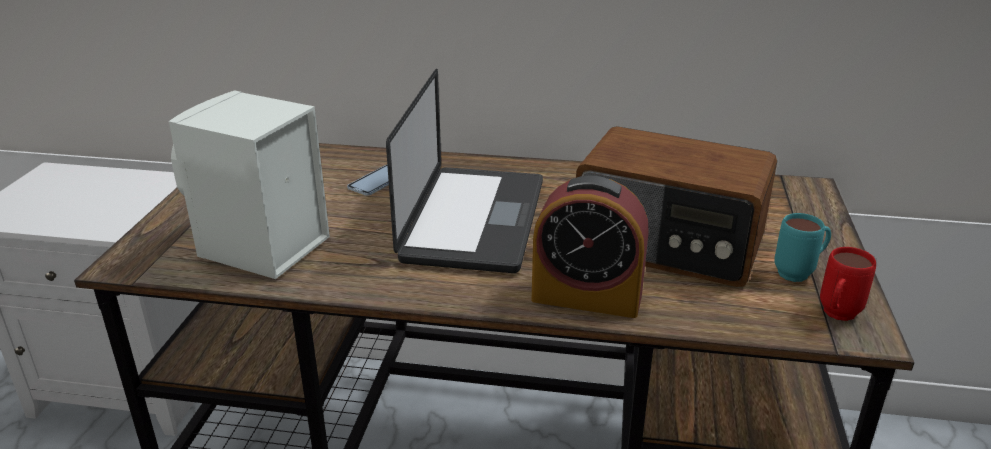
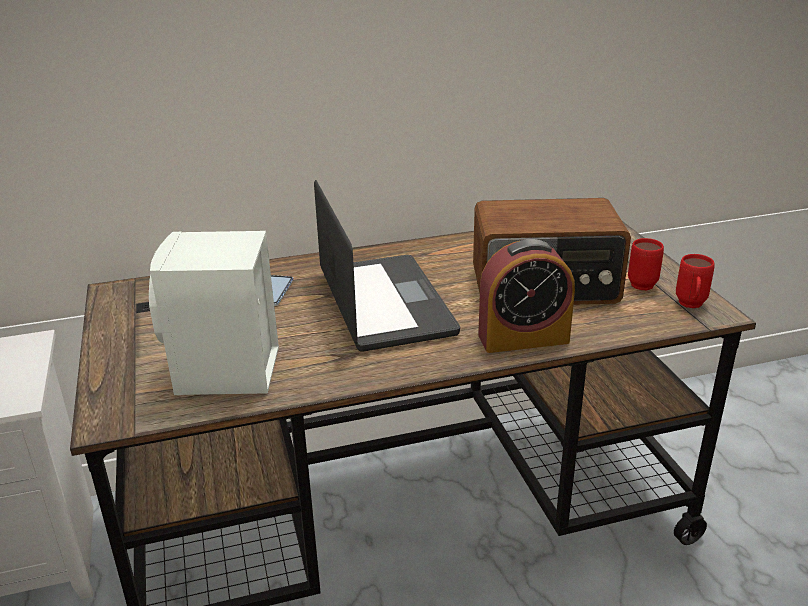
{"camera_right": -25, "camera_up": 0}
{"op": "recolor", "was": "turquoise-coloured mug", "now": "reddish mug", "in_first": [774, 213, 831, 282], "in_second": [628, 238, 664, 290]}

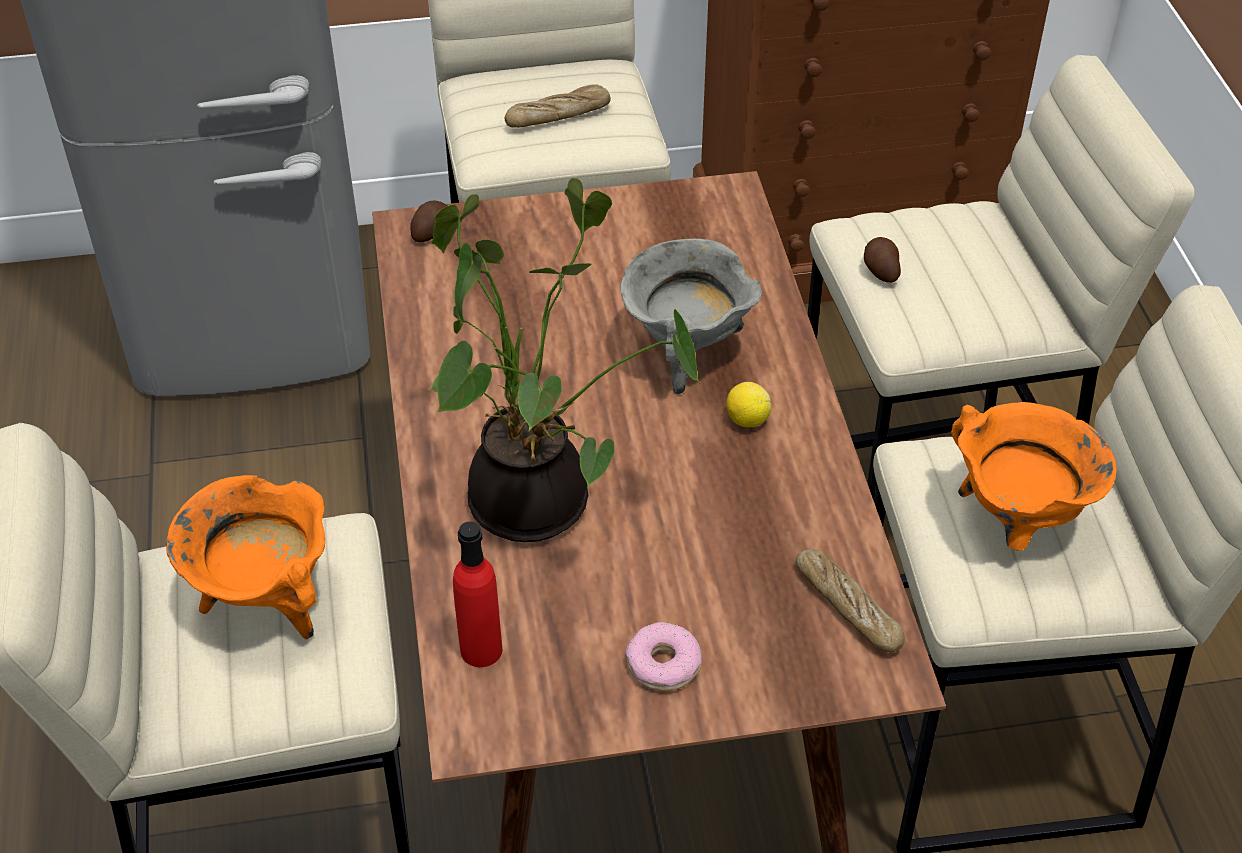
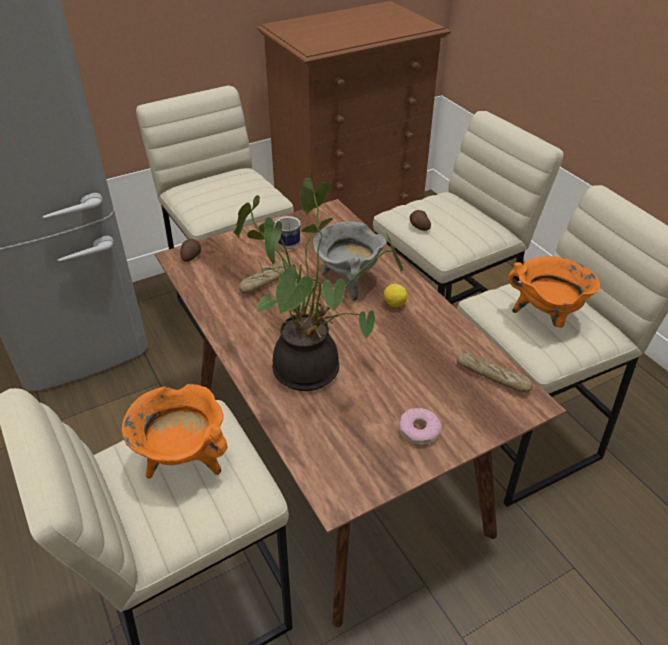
{"camera_right": -20, "camera_up": -5}
{"op": "move", "was": "baked bread", "in_first": [505, 84, 611, 128], "in_second": [239, 258, 294, 293]}
{"op": "delete", "was": "reddish beverage bottle", "in_first": [453, 522, 502, 667]}
{"op": "insert", "now": "mug", "in_second": [273, 216, 301, 249]}

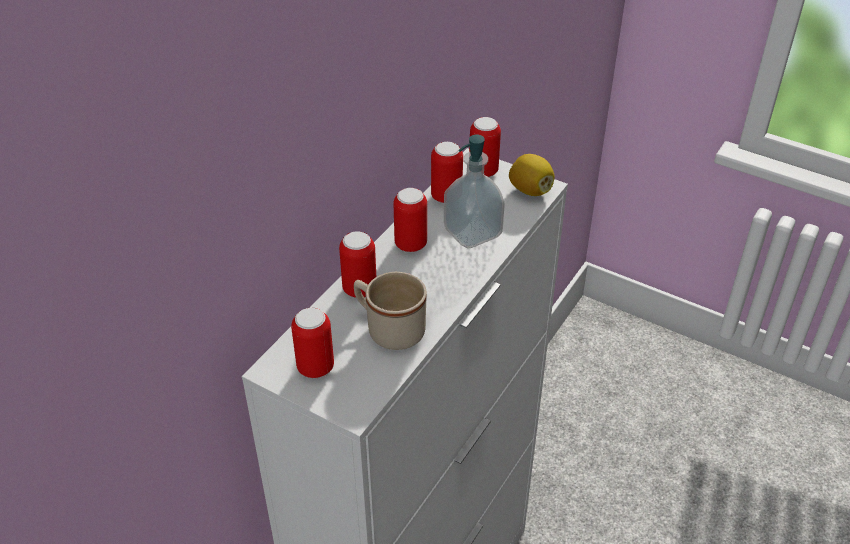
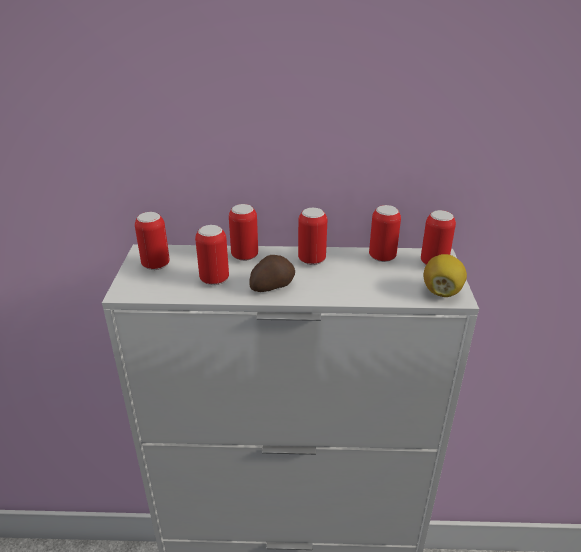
{"camera_right": 60, "camera_up": -10}
{"op": "delete", "was": "soap bottle", "in_first": [444, 135, 505, 249]}
{"op": "replace", "was": "sand-coloured mug", "now": "sealed can", "in_first": [354, 272, 427, 350], "in_second": [195, 225, 229, 285]}
{"op": "insert", "now": "potato", "in_second": [249, 255, 295, 292]}

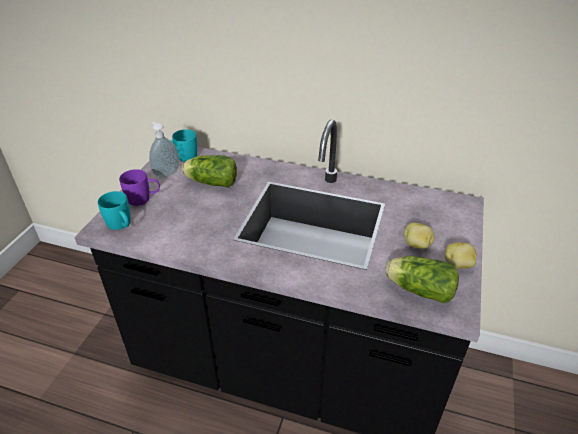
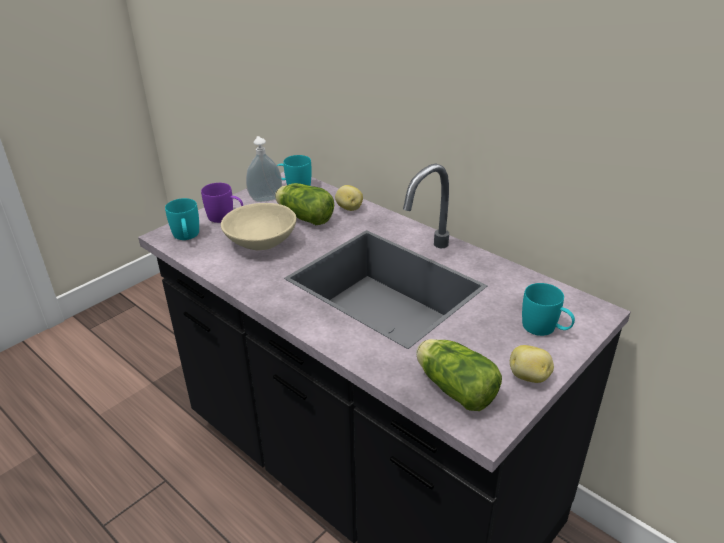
{"camera_right": 25, "camera_up": -5}
{"op": "move", "was": "potato", "in_first": [404, 223, 435, 249], "in_second": [335, 185, 363, 211]}
{"op": "insert", "now": "sand-coloured deep dish", "in_second": [221, 203, 297, 250]}
{"op": "insert", "now": "turquoise-coloured mug", "in_second": [522, 283, 575, 336]}

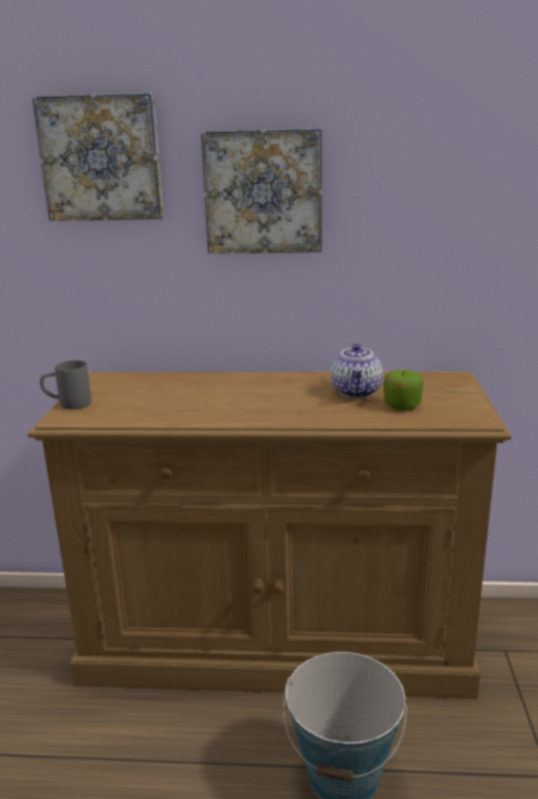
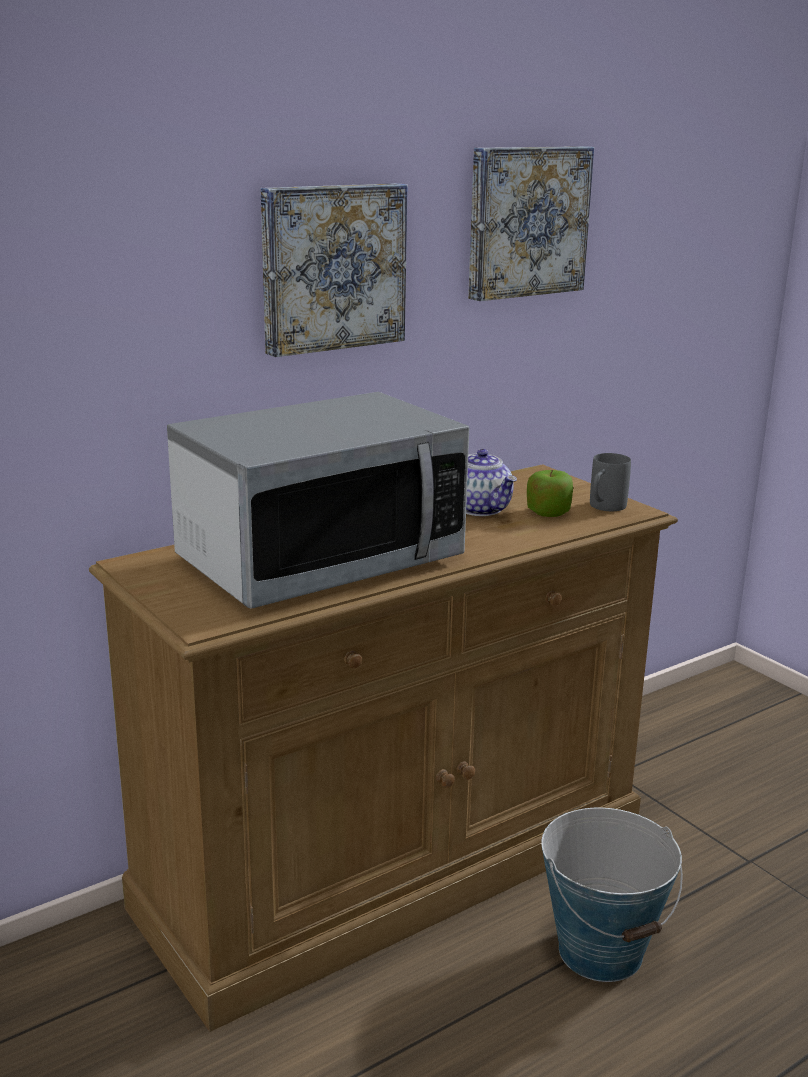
{"camera_right": -40, "camera_up": 0}
{"op": "move", "was": "wall picture", "in_first": [32, 92, 164, 221], "in_second": [468, 146, 594, 301]}
{"op": "move", "was": "grey mug", "in_first": [40, 360, 91, 409], "in_second": [590, 453, 631, 511]}
{"op": "insert", "now": "kitchen microwave", "in_second": [167, 392, 469, 609]}

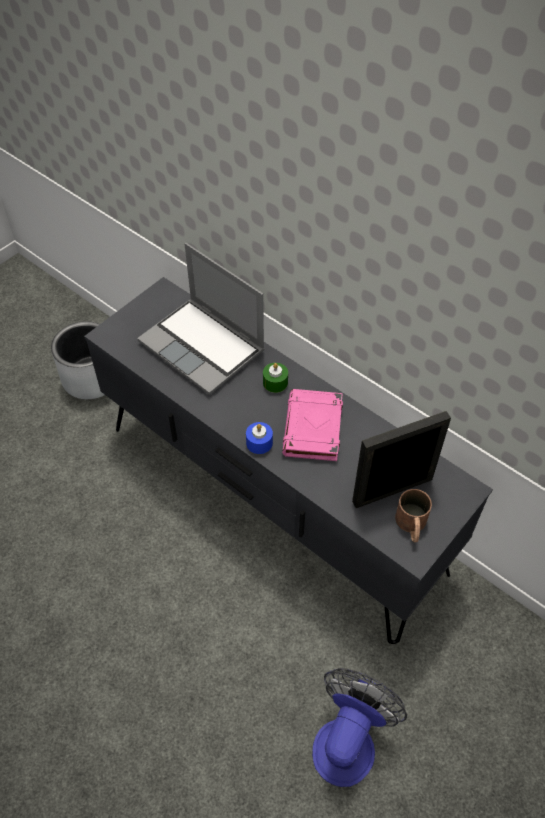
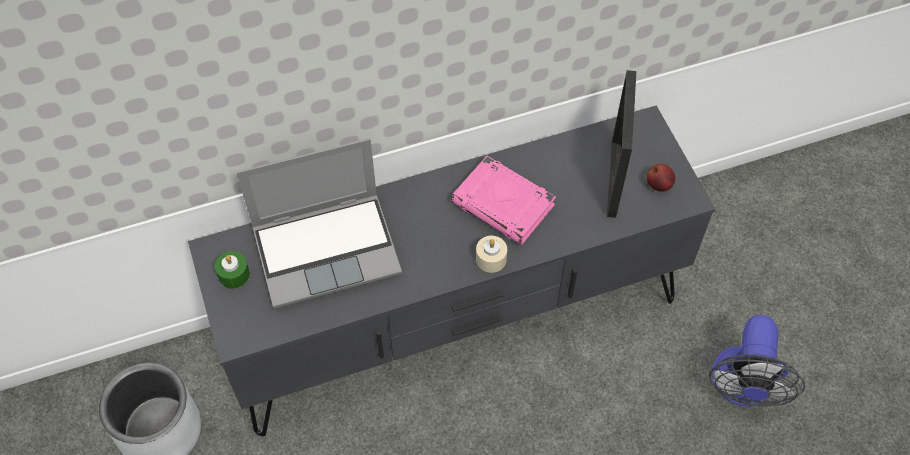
{"camera_right": -60, "camera_up": 5}
{"op": "move", "was": "green-coloured wax candle", "in_first": [263, 363, 288, 393], "in_second": [215, 251, 250, 289]}
{"op": "recolor", "was": "blue-coloured wax candle", "now": "sand-coloured wax candle", "in_first": [246, 422, 273, 454], "in_second": [476, 236, 507, 273]}
{"op": "replace", "was": "brown-coloured mug", "now": "apple fruit", "in_first": [395, 489, 432, 543], "in_second": [647, 164, 675, 192]}
{"op": "rotate", "was": "fan", "in_first": [312, 668, 407, 787], "in_second": [709, 315, 805, 407], "clockwise": -135}

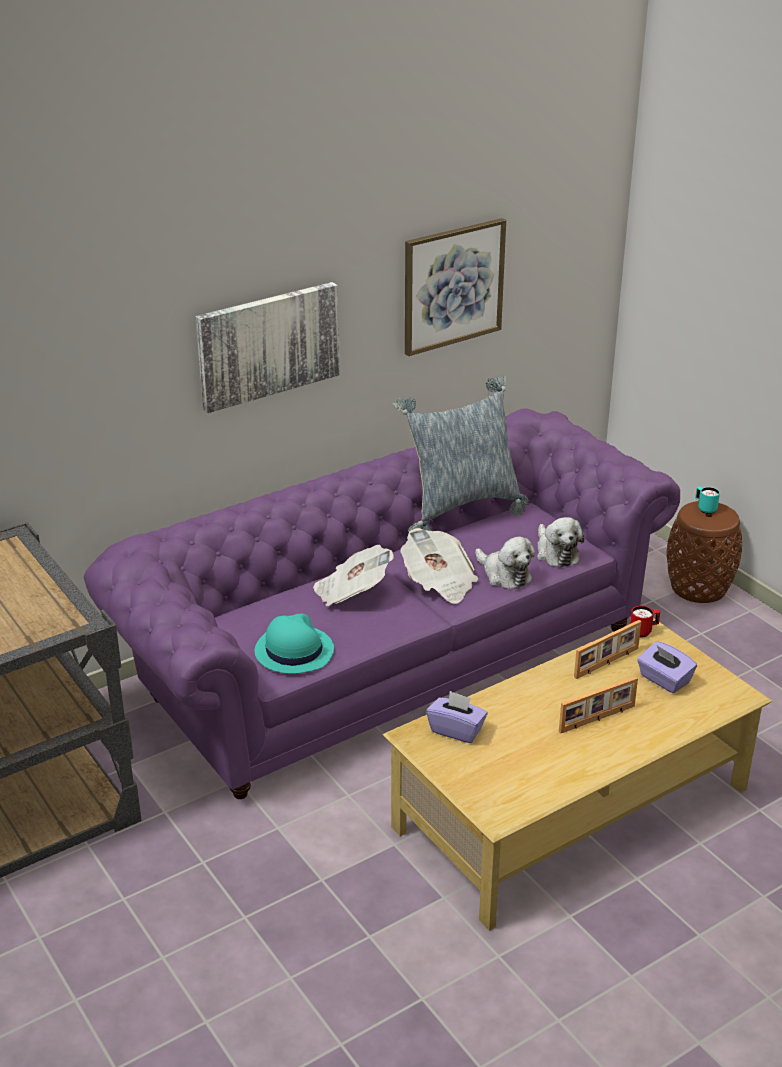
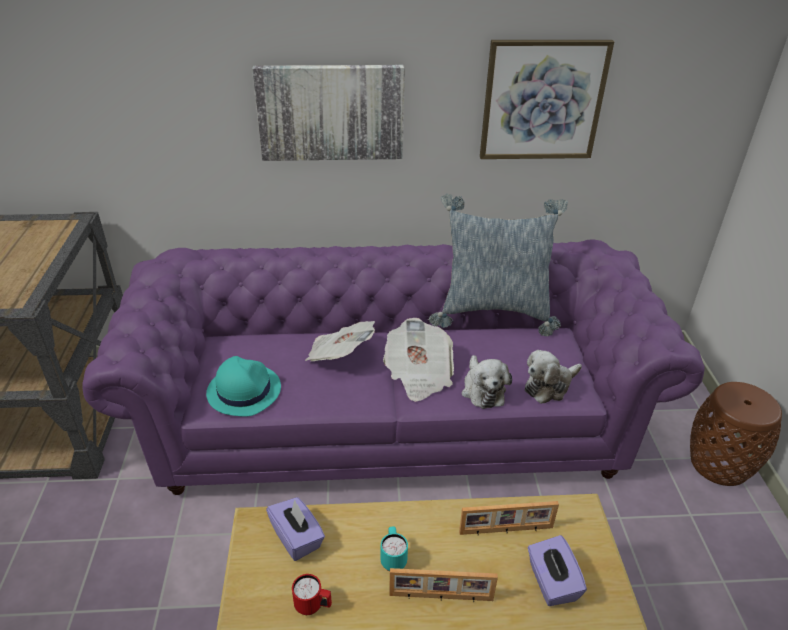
{"camera_right": 30, "camera_up": 5}
{"op": "move", "was": "turquoise-coloured mug", "in_first": [695, 486, 720, 514], "in_second": [381, 527, 408, 571]}
{"op": "rotate", "was": "plush toy", "in_first": [537, 517, 584, 568], "in_second": [525, 350, 582, 404], "clockwise": 45}
{"op": "move", "was": "reddish mug", "in_first": [630, 606, 660, 638], "in_second": [292, 574, 332, 615]}

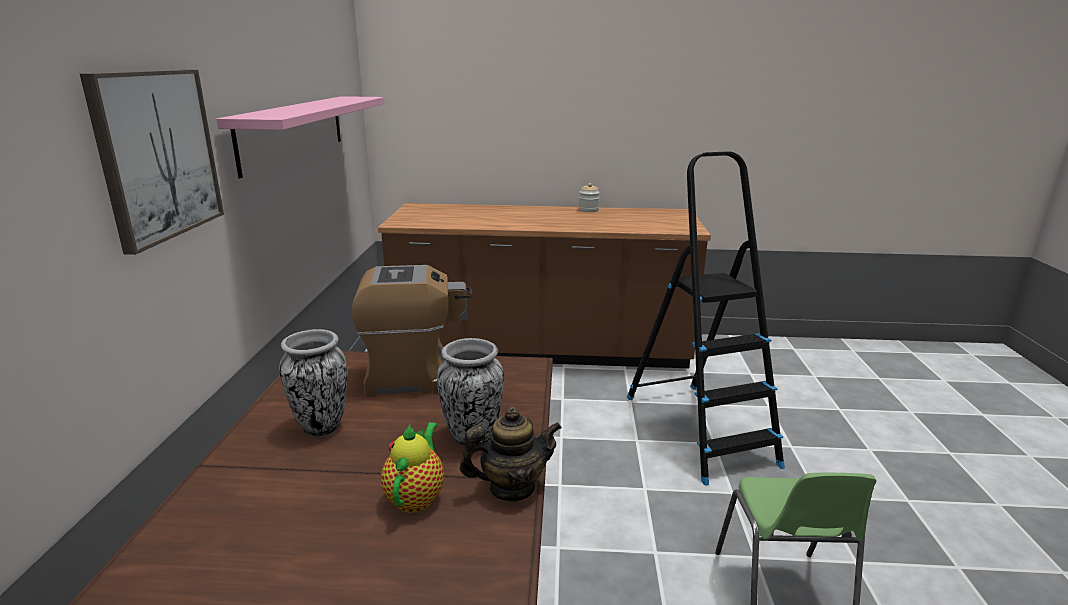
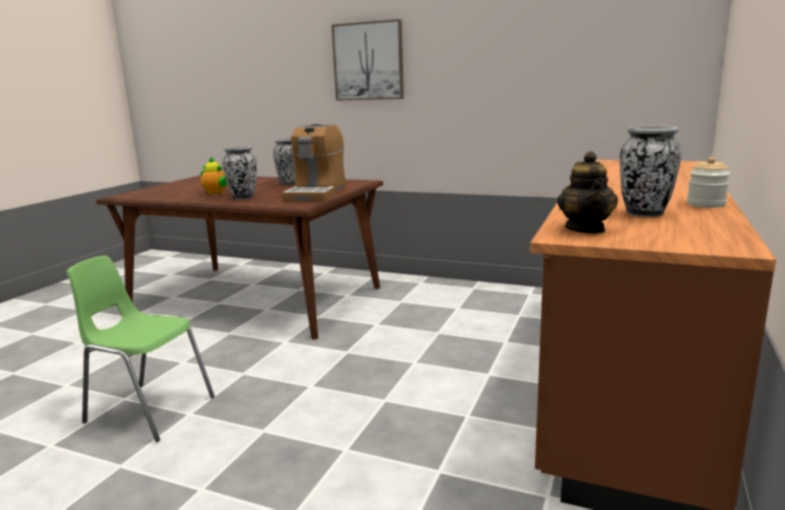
{"camera_right": 110, "camera_up": -5}
{"op": "delete", "was": "pinkish shelf", "in_first": [216, 96, 384, 178]}
{"op": "delete", "was": "black-coloured step ladder", "in_first": [627, 151, 785, 486]}
{"op": "move", "was": "teapot", "in_first": [460, 407, 562, 502], "in_second": [557, 151, 618, 233]}
{"op": "insert", "now": "flower vase", "in_second": [620, 125, 682, 217]}

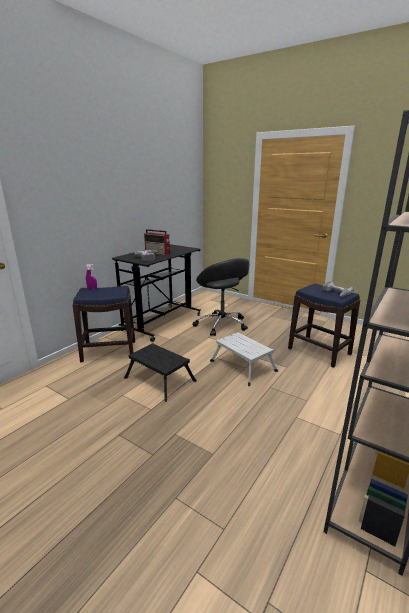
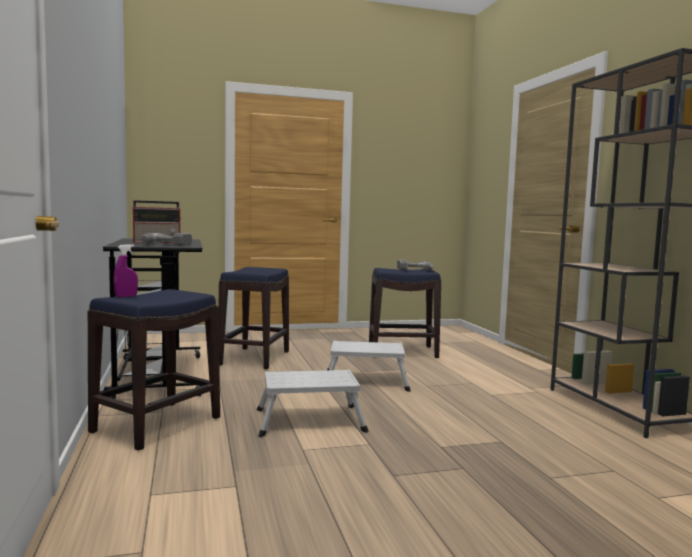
{"camera_right": -50, "camera_up": -15}
{"op": "replace", "was": "black-coloured desk chair", "now": "stool", "in_first": [192, 258, 249, 336], "in_second": [218, 267, 289, 369]}
{"op": "recolor", "was": "black-coloured step ladder", "now": "whitish step ladder", "in_first": [124, 343, 197, 402], "in_second": [257, 369, 369, 437]}

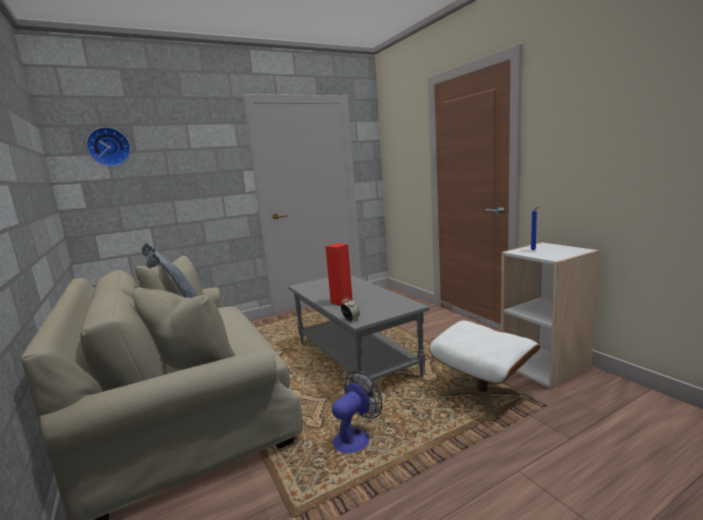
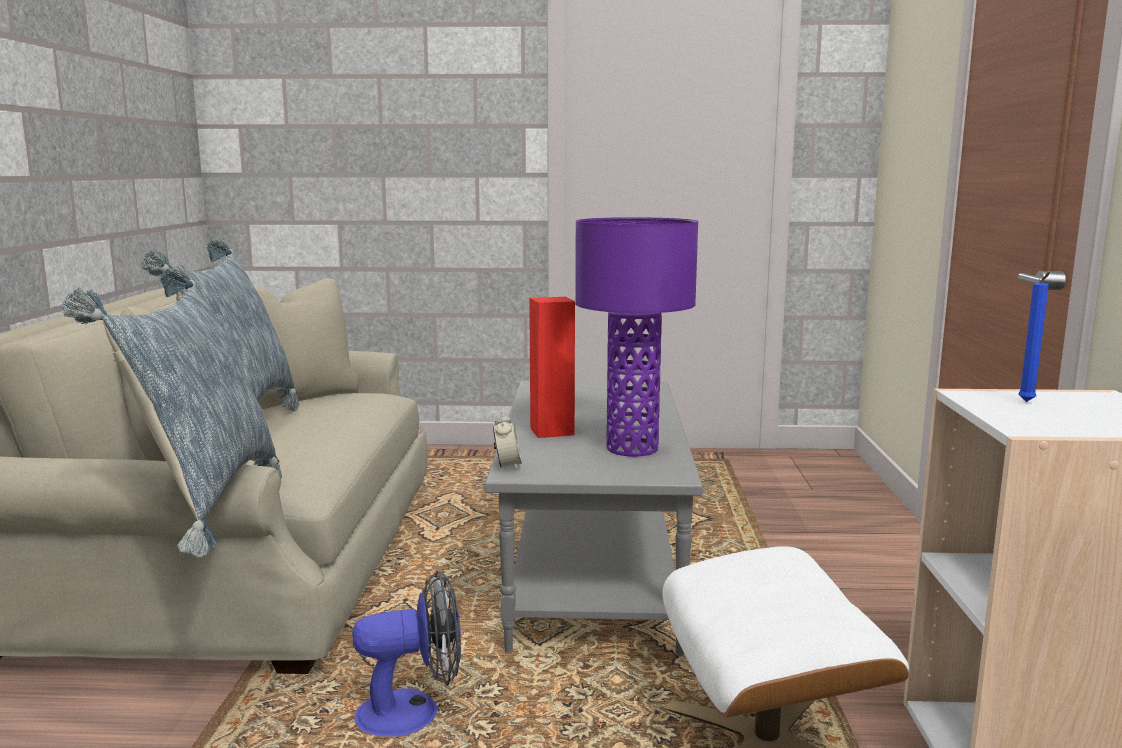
{"camera_right": 30, "camera_up": 0}
{"op": "delete", "was": "clock on the wall", "in_first": [86, 127, 131, 166]}
{"op": "insert", "now": "purplish lamp for a table", "in_second": [575, 217, 698, 457]}
{"op": "insert", "now": "pillow", "in_second": [61, 265, 282, 558]}

